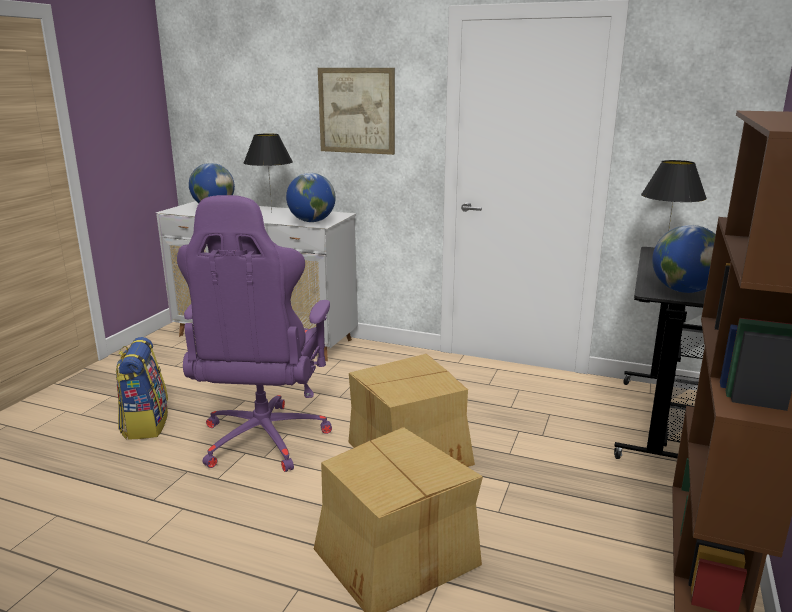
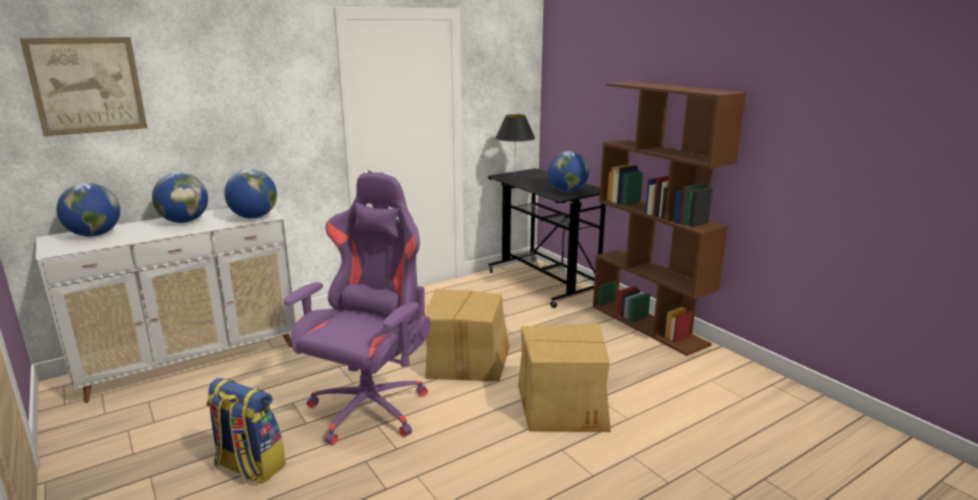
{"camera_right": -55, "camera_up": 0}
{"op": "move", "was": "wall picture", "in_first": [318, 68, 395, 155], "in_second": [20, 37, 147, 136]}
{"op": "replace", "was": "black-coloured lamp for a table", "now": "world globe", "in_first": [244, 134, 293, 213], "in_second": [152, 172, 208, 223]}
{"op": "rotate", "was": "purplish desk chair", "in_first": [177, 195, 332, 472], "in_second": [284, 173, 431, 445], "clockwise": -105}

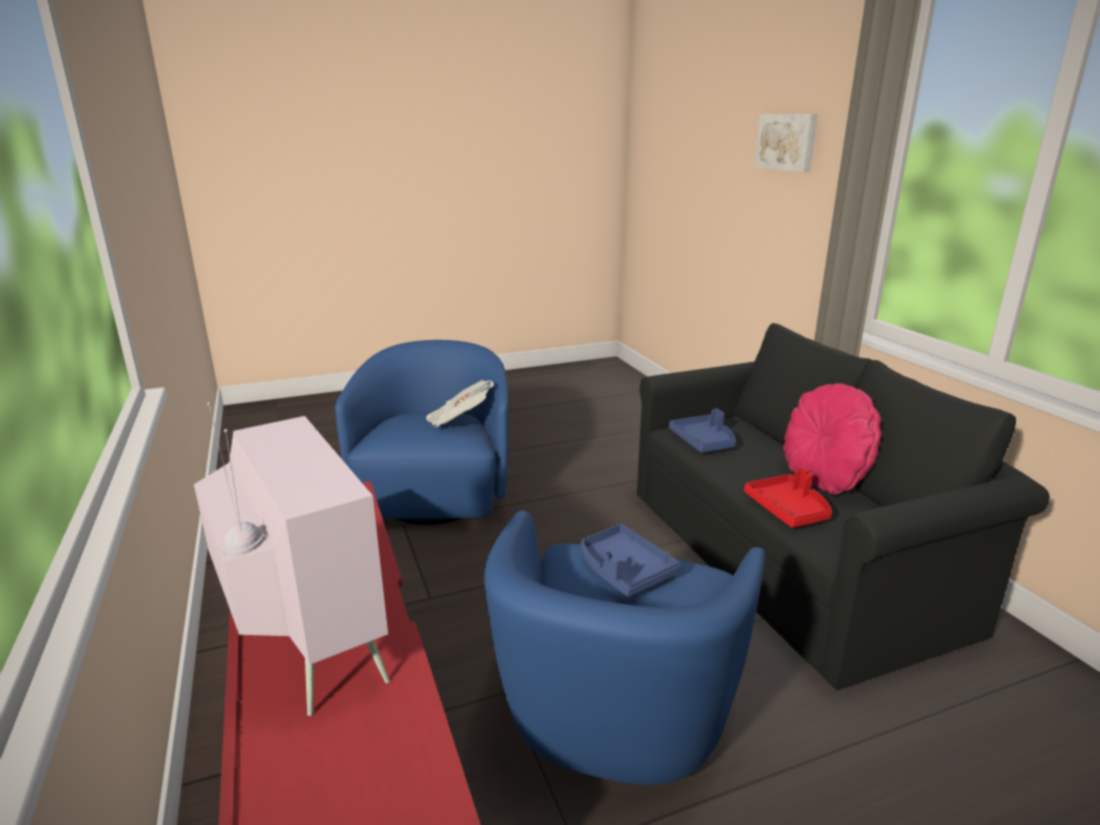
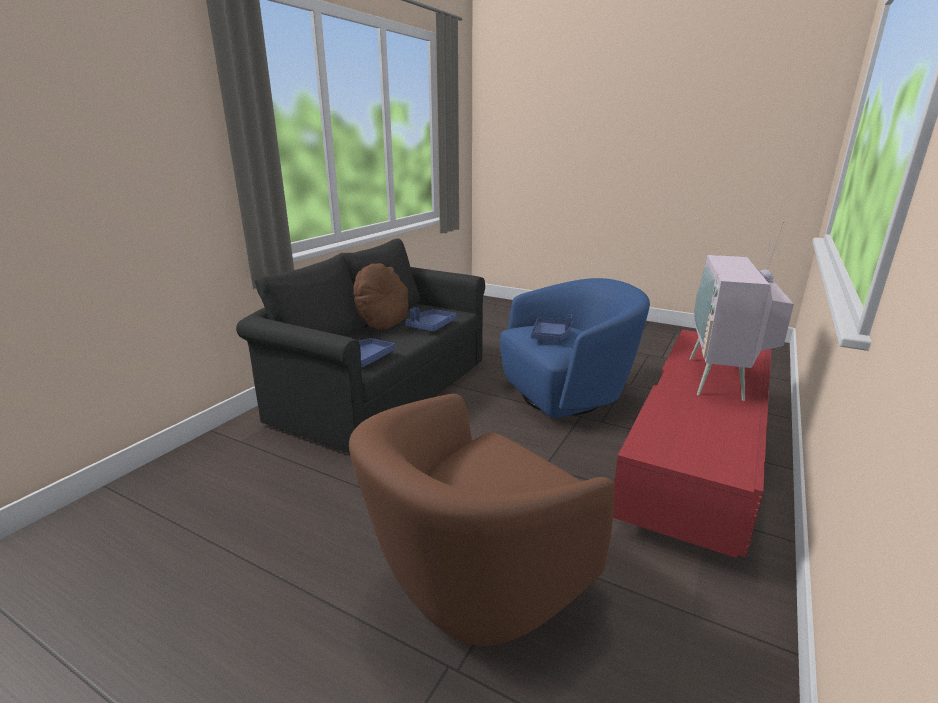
{"camera_right": -130, "camera_up": 0}
{"op": "delete", "was": "wall picture", "in_first": [754, 114, 818, 172]}
{"op": "recolor", "was": "blue-coloured lounge chair", "now": "brown-coloured lounge chair", "in_first": [335, 340, 509, 525], "in_second": [349, 394, 614, 646]}
{"op": "delete", "was": "newspaper", "in_first": [426, 380, 494, 427]}
{"op": "recolor", "was": "pinkish pillow", "now": "brown-coloured pillow", "in_first": [783, 383, 882, 495], "in_second": [353, 263, 408, 330]}
{"op": "recolor", "was": "reddish tray", "now": "blue-coloured tray", "in_first": [744, 468, 832, 528], "in_second": [405, 307, 457, 331]}

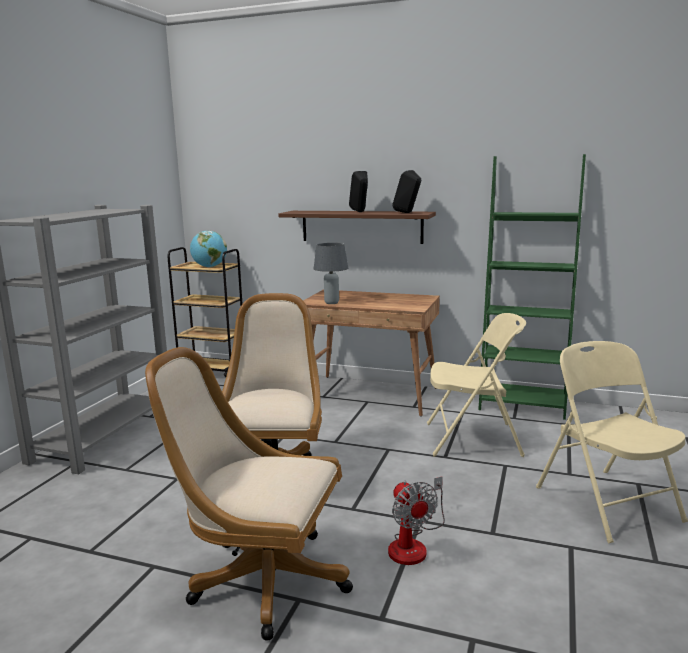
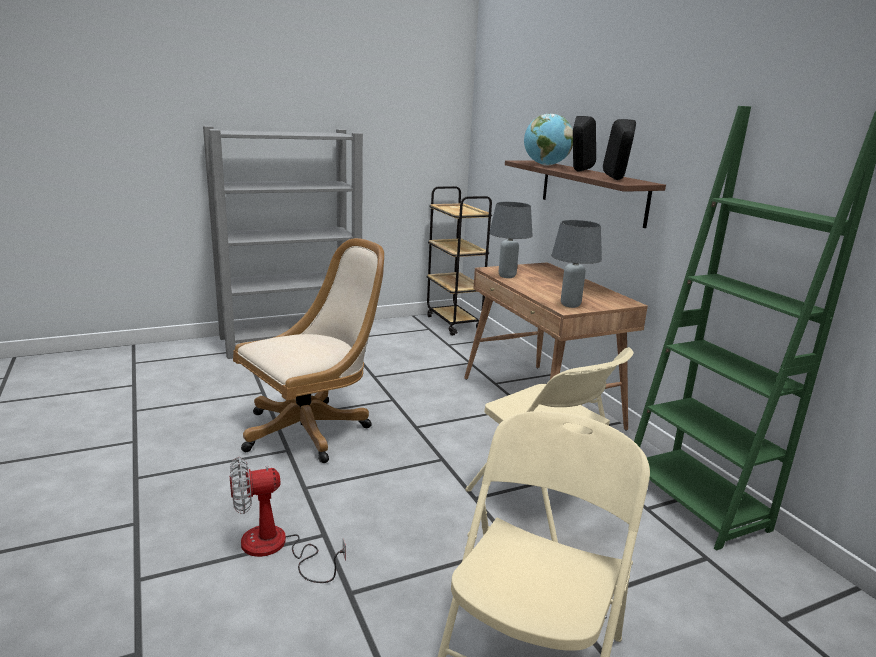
{"camera_right": 45, "camera_up": 5}
{"op": "move", "was": "world globe", "in_first": [190, 231, 227, 267], "in_second": [524, 114, 573, 166]}
{"op": "delete", "was": "desk chair", "in_first": [145, 347, 353, 641]}
{"op": "rotate", "was": "fan", "in_first": [388, 476, 445, 565], "in_second": [230, 457, 346, 583], "clockwise": 45}
{"op": "insert", "now": "grey lamp for a table", "in_second": [552, 220, 602, 308]}

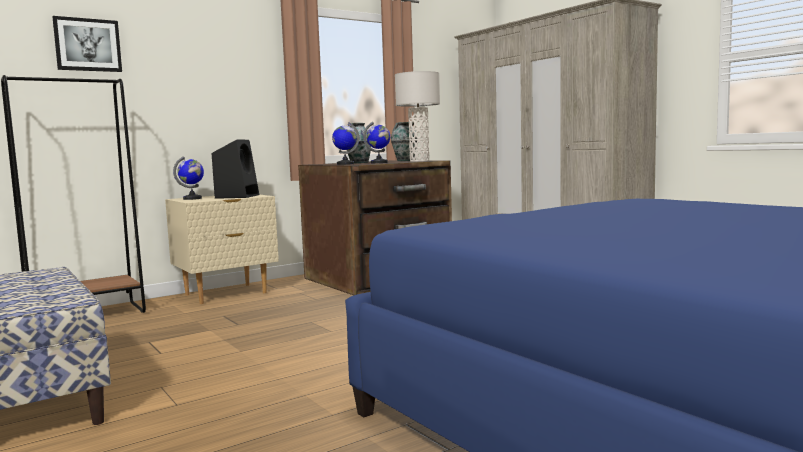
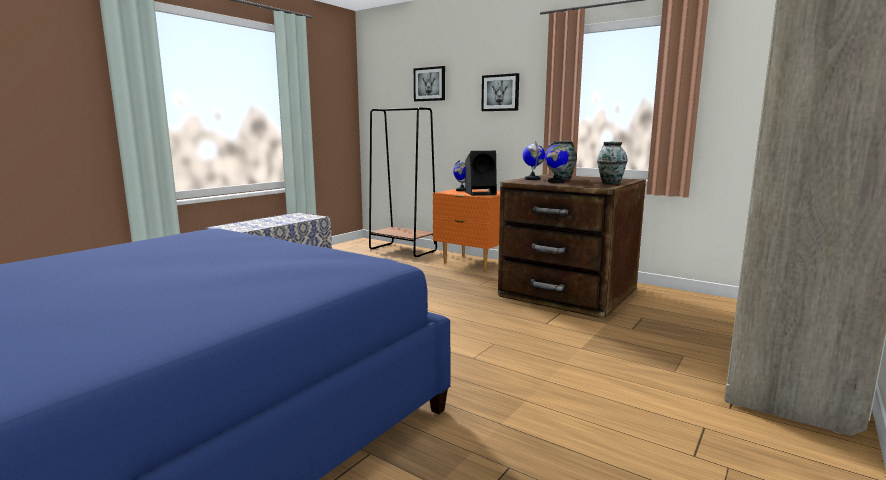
{"camera_right": 70, "camera_up": 5}
{"op": "delete", "was": "whitish lamp for a table", "in_first": [395, 71, 440, 162]}
{"op": "recolor", "was": "sand-coloured nightstand", "now": "orange nightstand", "in_first": [165, 194, 279, 304], "in_second": [433, 189, 500, 271]}
{"op": "insert", "now": "wall picture", "in_second": [481, 73, 519, 111]}

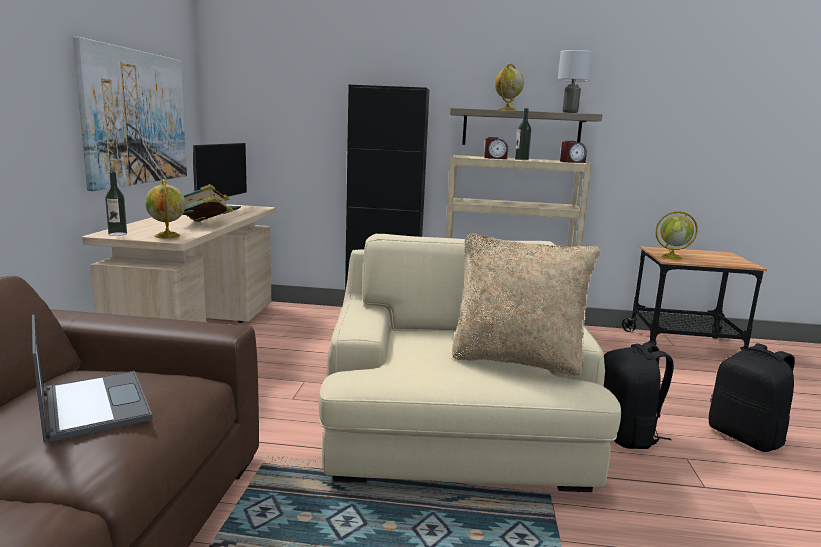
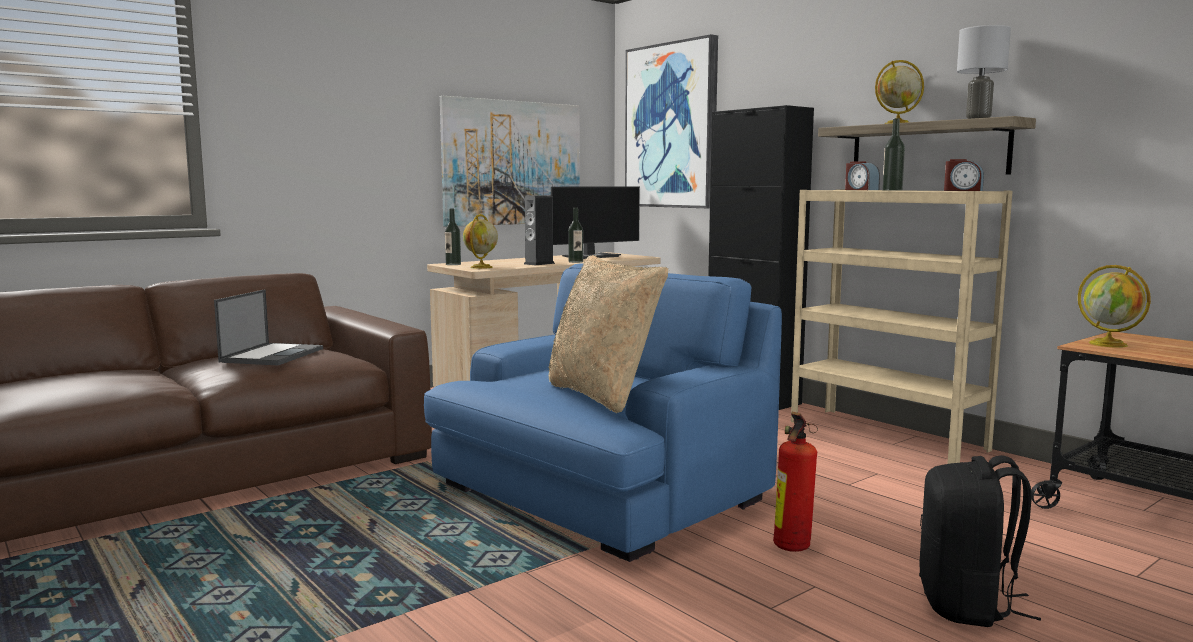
{"camera_right": 45, "camera_up": -5}
{"op": "replace", "was": "bound book", "now": "audio speaker", "in_first": [182, 184, 233, 222], "in_second": [524, 195, 555, 265]}
{"op": "recolor", "was": "sand-coloured lounge chair", "now": "blue-coloured lounge chair", "in_first": [318, 234, 621, 492], "in_second": [424, 263, 782, 562]}
{"op": "replace", "was": "black-coloured rucksack", "now": "fire extinguisher", "in_first": [604, 342, 674, 449], "in_second": [773, 412, 818, 552]}
{"op": "insert", "now": "wall picture", "in_second": [625, 34, 718, 208]}
{"op": "insert", "now": "beverage bottle", "in_second": [568, 208, 583, 263]}

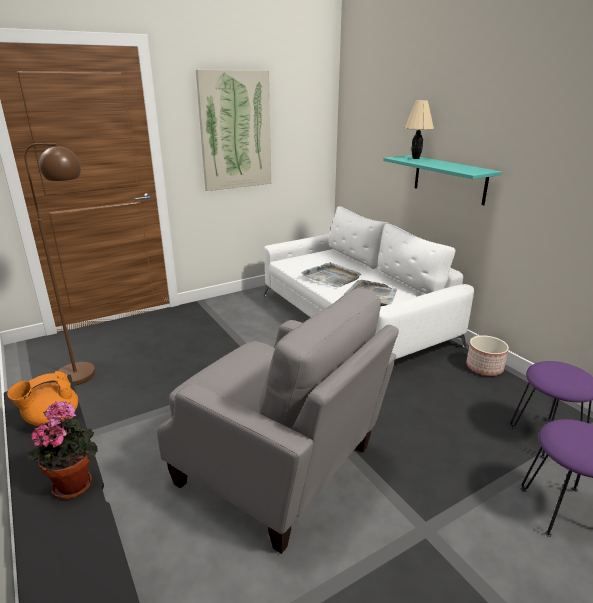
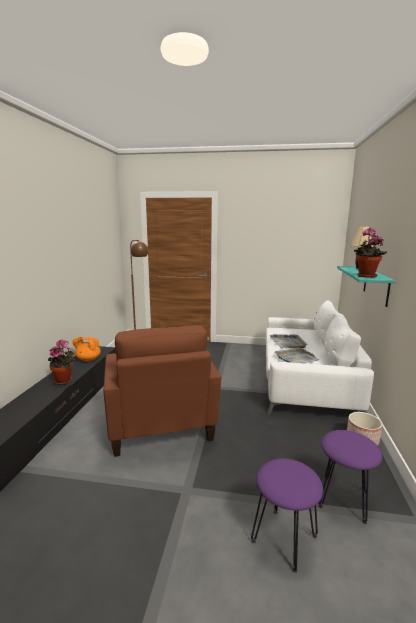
{"camera_right": 40, "camera_up": -10}
{"op": "delete", "was": "wall picture", "in_first": [196, 70, 271, 191]}
{"op": "recolor", "was": "grey lounge chair", "now": "brown-coloured lounge chair", "in_first": [157, 288, 399, 554], "in_second": [103, 325, 221, 457]}
{"op": "insert", "now": "plant in a pot", "in_second": [354, 228, 387, 278]}

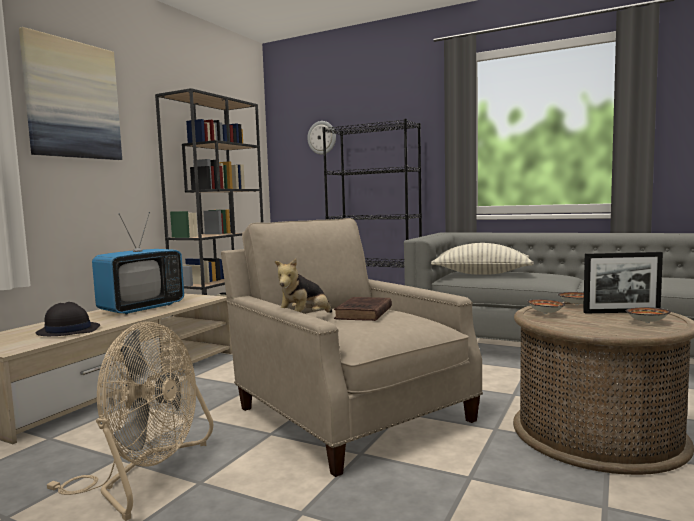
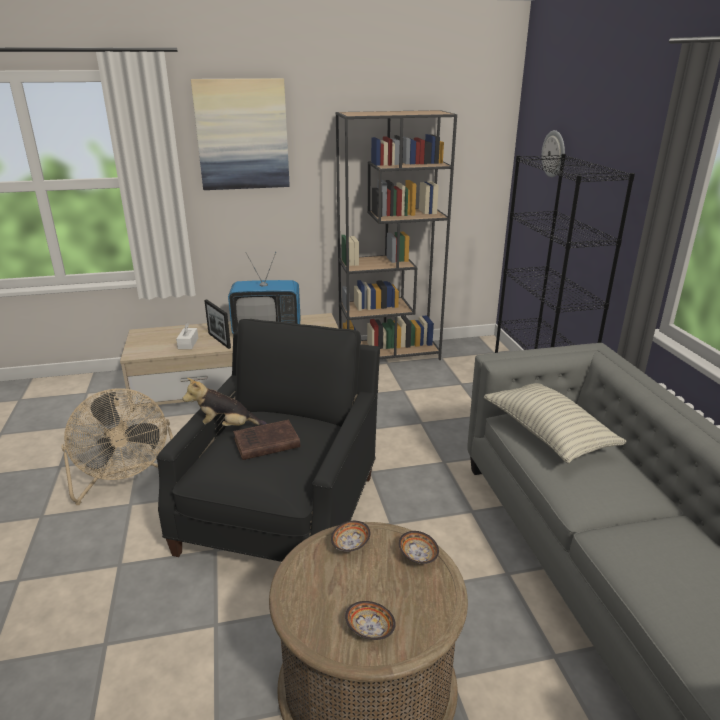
{"camera_right": 50, "camera_up": 20}
{"op": "recolor", "was": "sand-coloured lounge chair", "now": "black-coloured lounge chair", "in_first": [221, 218, 483, 477], "in_second": [156, 319, 380, 562]}
{"op": "move", "was": "picture frame", "in_first": [583, 252, 663, 314], "in_second": [204, 300, 231, 349]}
{"op": "replace", "was": "black-coloured wearable hat", "now": "whitish tissue box", "in_first": [36, 302, 100, 336], "in_second": [176, 323, 198, 349]}

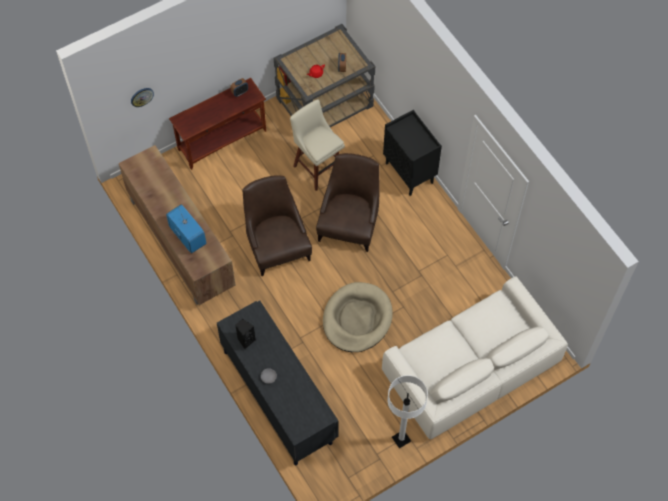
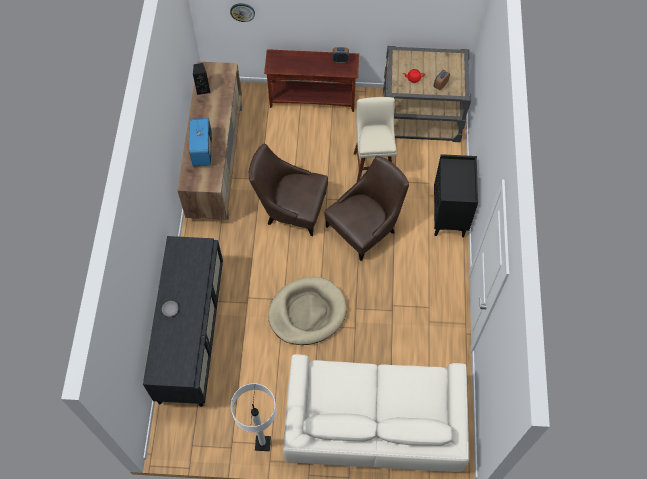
{"camera_right": 35, "camera_up": 0}
{"op": "rotate", "was": "brown-coloured lounge chair", "in_first": [242, 175, 312, 276], "in_second": [248, 143, 328, 236], "clockwise": -90}
{"op": "move", "was": "black-coloured audio speaker", "in_first": [235, 319, 256, 349], "in_second": [193, 63, 210, 95]}

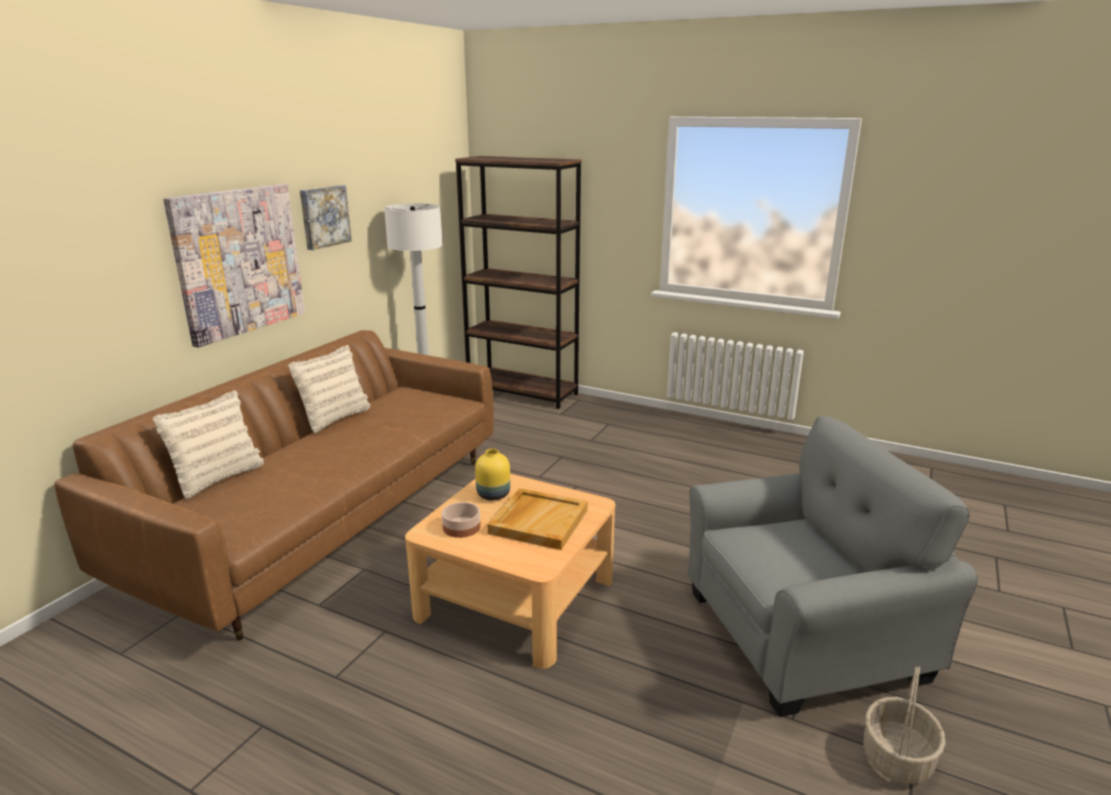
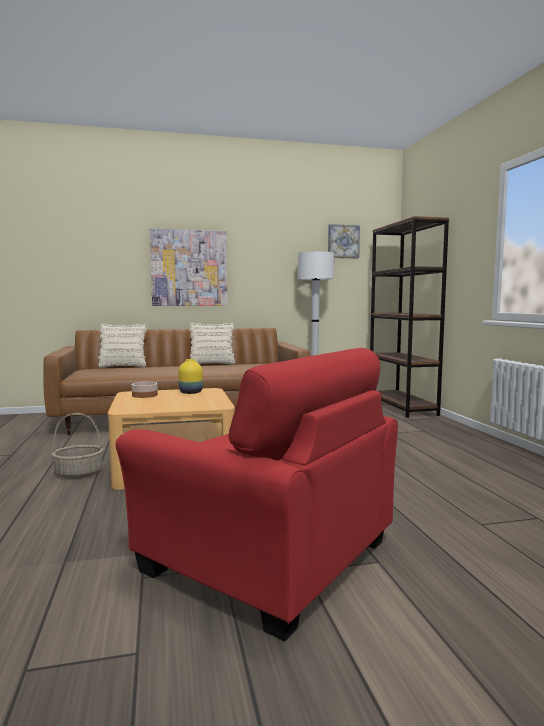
{"camera_right": 50, "camera_up": -15}
{"op": "move", "was": "wall picture", "in_first": [300, 185, 352, 250], "in_second": [328, 224, 360, 259]}
{"op": "recolor", "was": "grey lounge chair", "now": "reddish lounge chair", "in_first": [687, 416, 978, 717], "in_second": [115, 348, 398, 641]}
{"op": "delete", "was": "sand-coloured tray", "in_first": [487, 488, 588, 550]}
{"op": "move", "was": "household basket", "in_first": [863, 666, 946, 784], "in_second": [52, 413, 103, 479]}

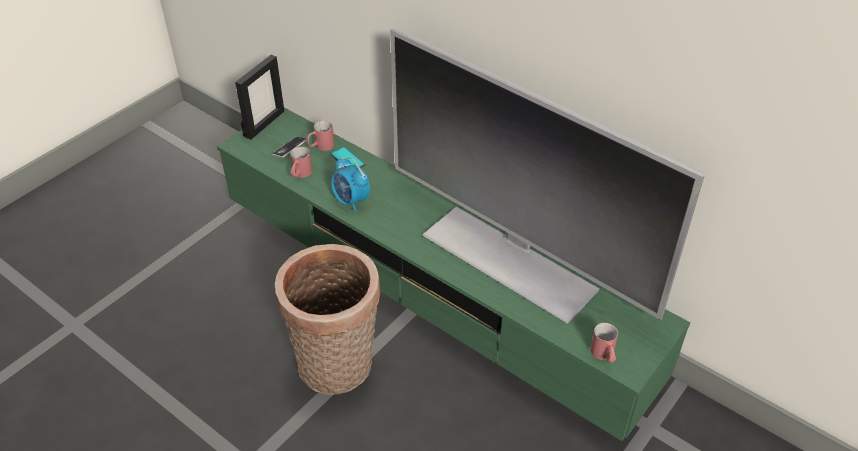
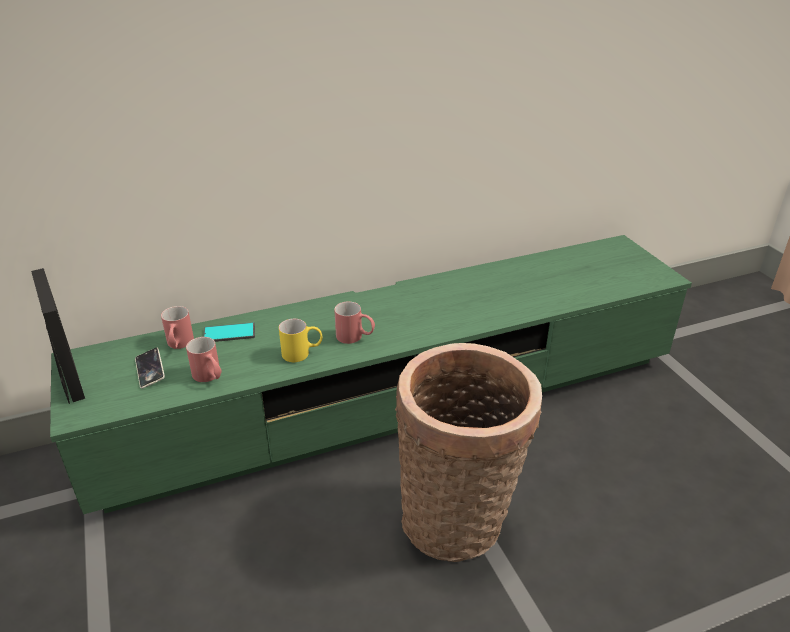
{"camera_right": -60, "camera_up": -10}
{"op": "delete", "was": "TV set", "in_first": [390, 28, 705, 324]}
{"op": "replace", "was": "bedside clock", "now": "yellowish mug", "in_first": [331, 157, 370, 212], "in_second": [279, 319, 323, 362]}
{"op": "move", "was": "reddish mug", "in_first": [590, 323, 618, 363], "in_second": [334, 301, 375, 344]}

